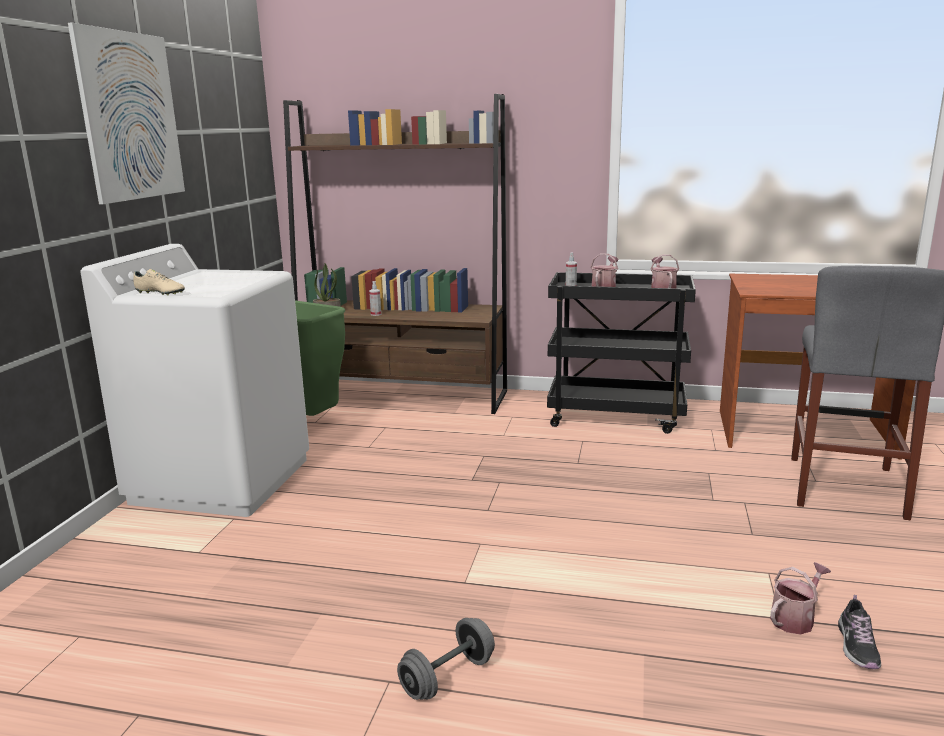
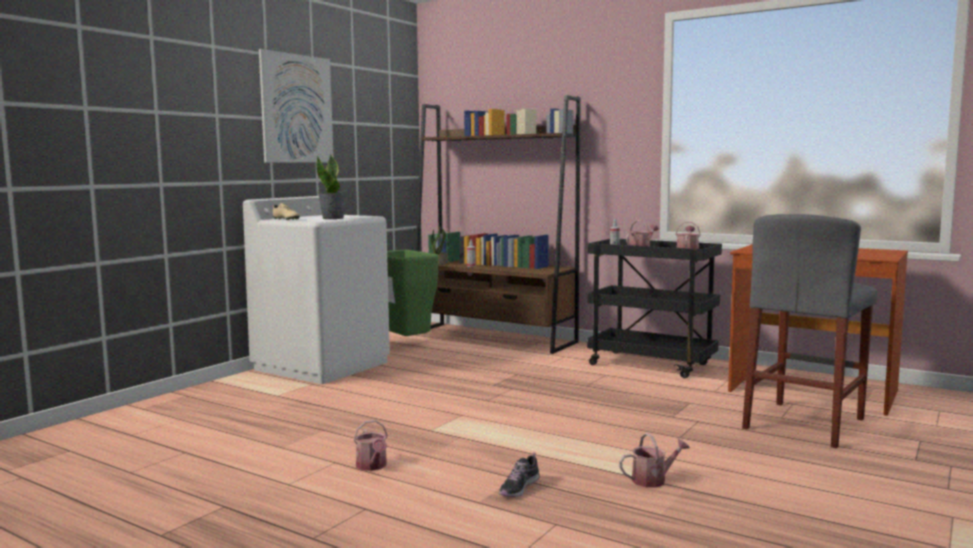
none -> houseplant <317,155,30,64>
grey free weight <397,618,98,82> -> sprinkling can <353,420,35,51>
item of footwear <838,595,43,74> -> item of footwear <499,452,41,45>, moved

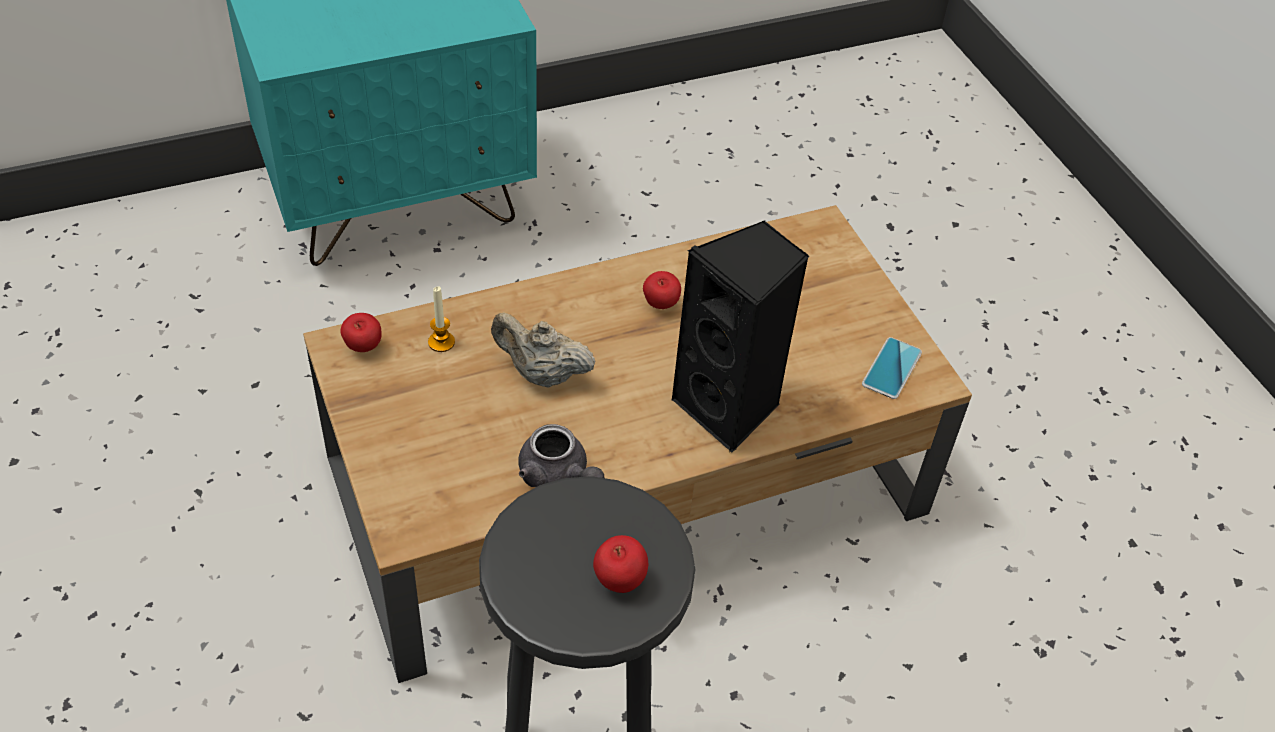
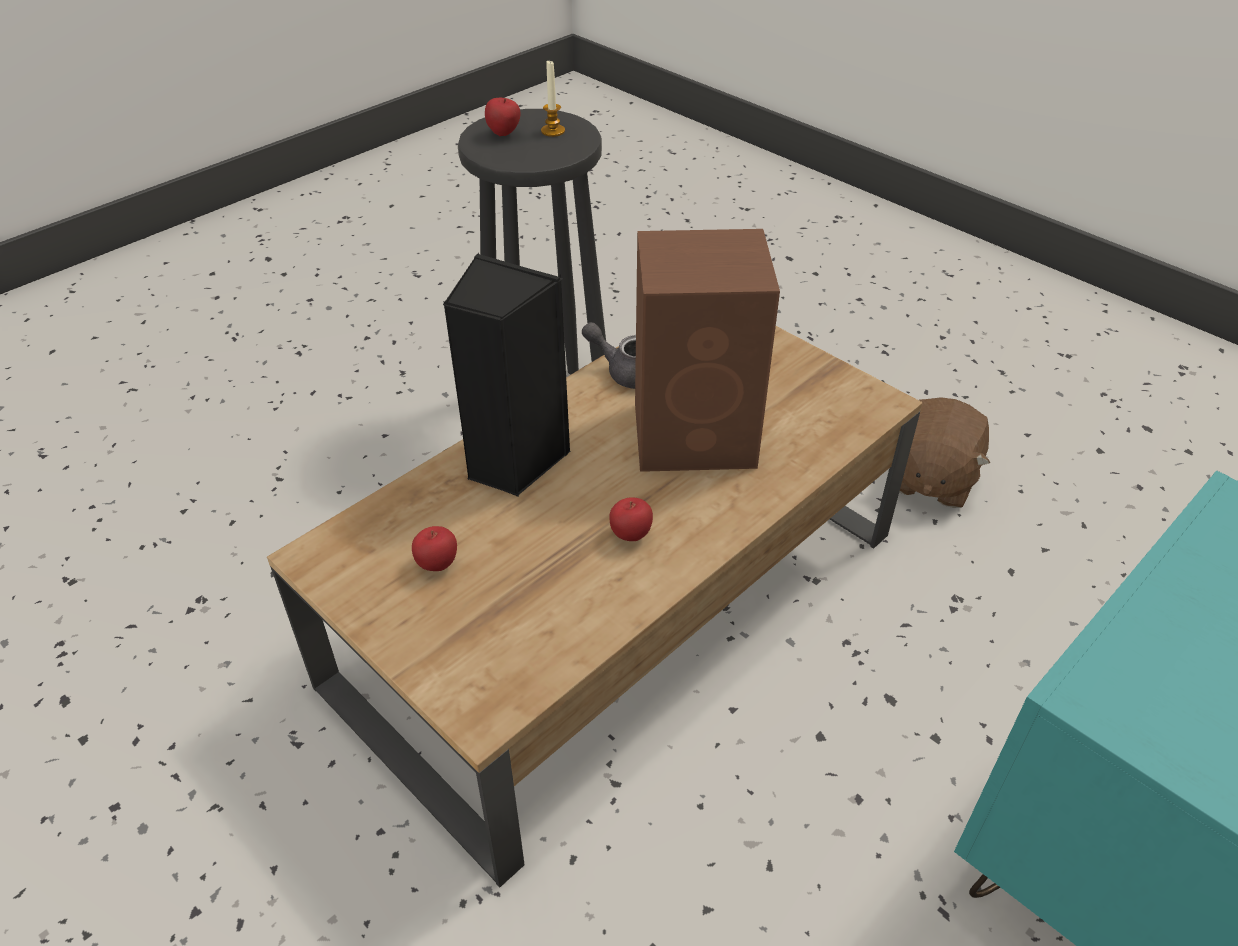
apple <340,313,42,39> -> apple <412,526,45,45>, moved
wax candle <428,286,27,66> -> wax candle <541,61,24,76>, moved
beige pot for tea <491,312,104,76> -> brownish speaker <635,229,145,243>
none -> brownish soft toy <899,397,91,111>
handset <862,337,60,62> -> none

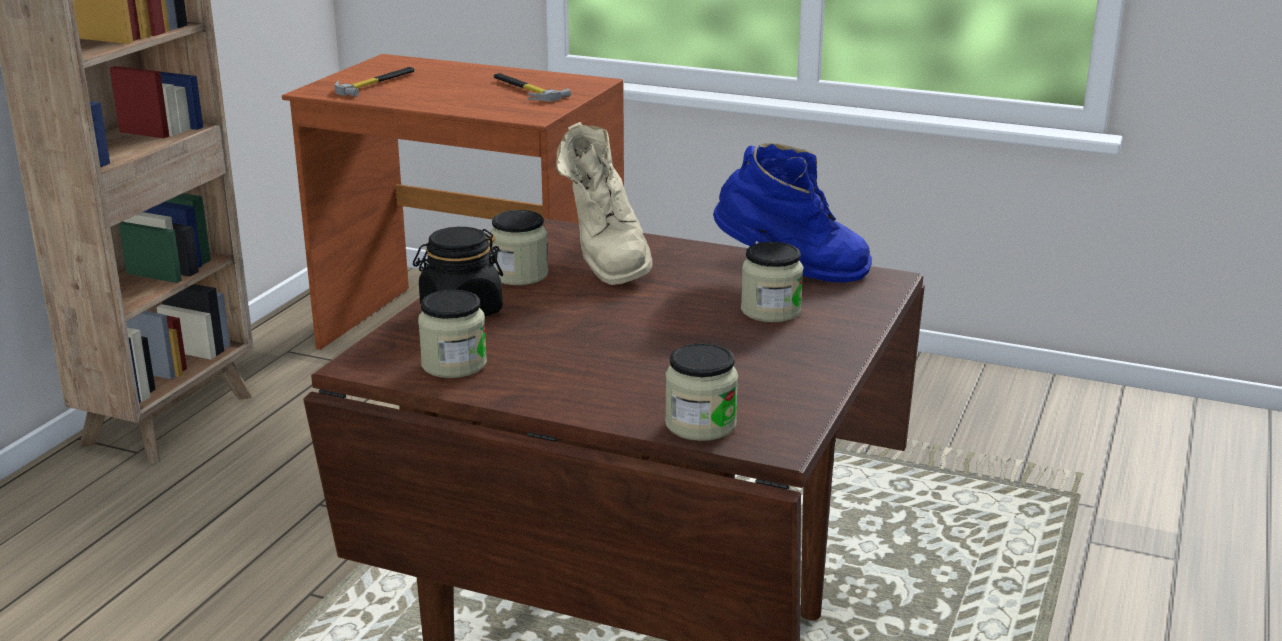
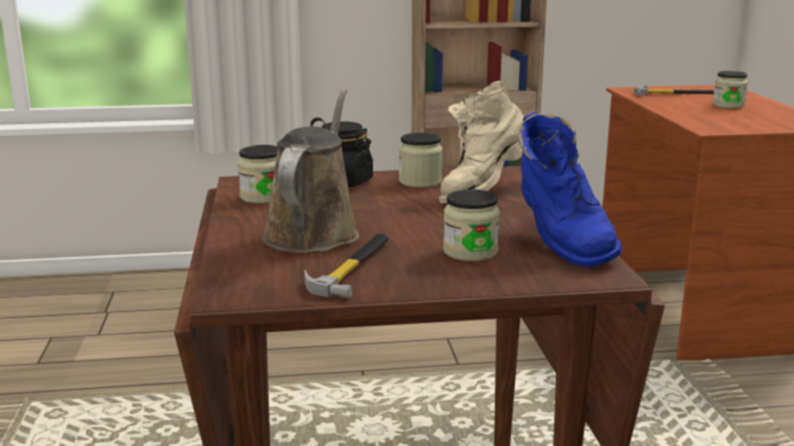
none -> brownish sprinkling can <262,89,97,164>
tool hammer <494,73,77,29> -> tool hammer <305,234,84,64>, moved
preserve jar <665,343,73,98> -> preserve jar <713,71,35,37>, moved

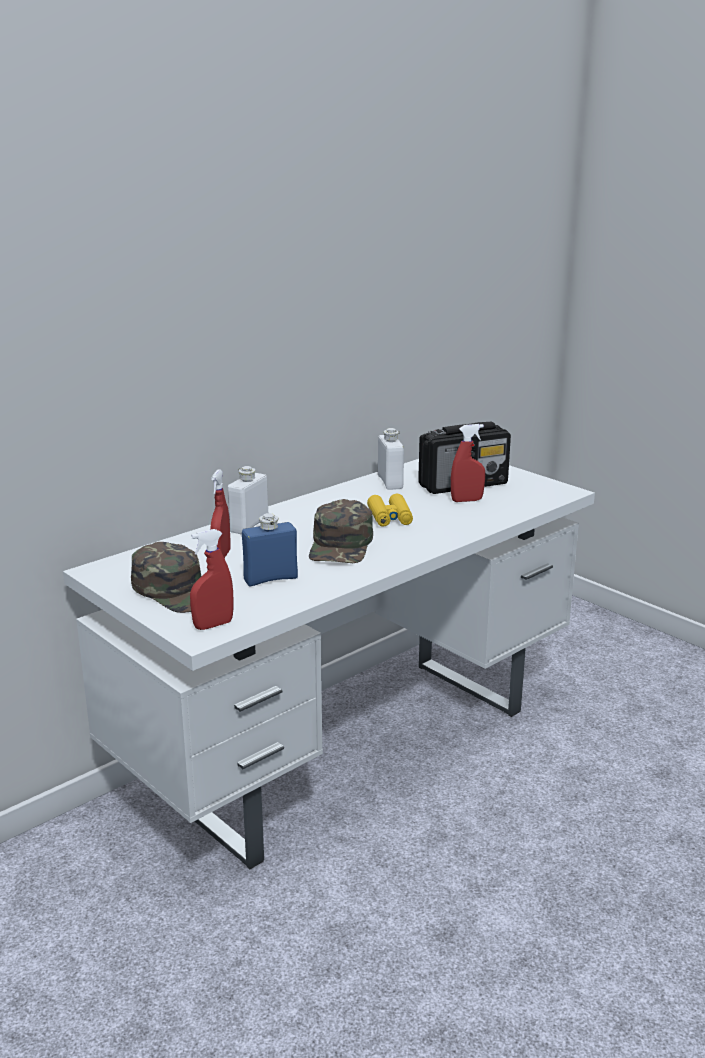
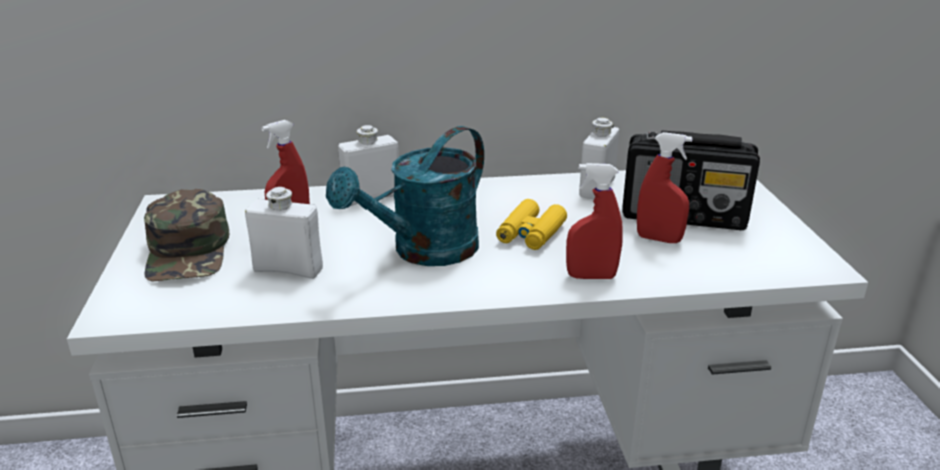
blue-coloured drink bottle <242,513,56,74> -> white drink bottle <245,187,78,92>
green baseball cap <309,499,64,64> -> blue-green sprinkling can <326,126,158,140>
red hand sprayer <190,529,43,101> -> red hand sprayer <566,163,57,116>, moved

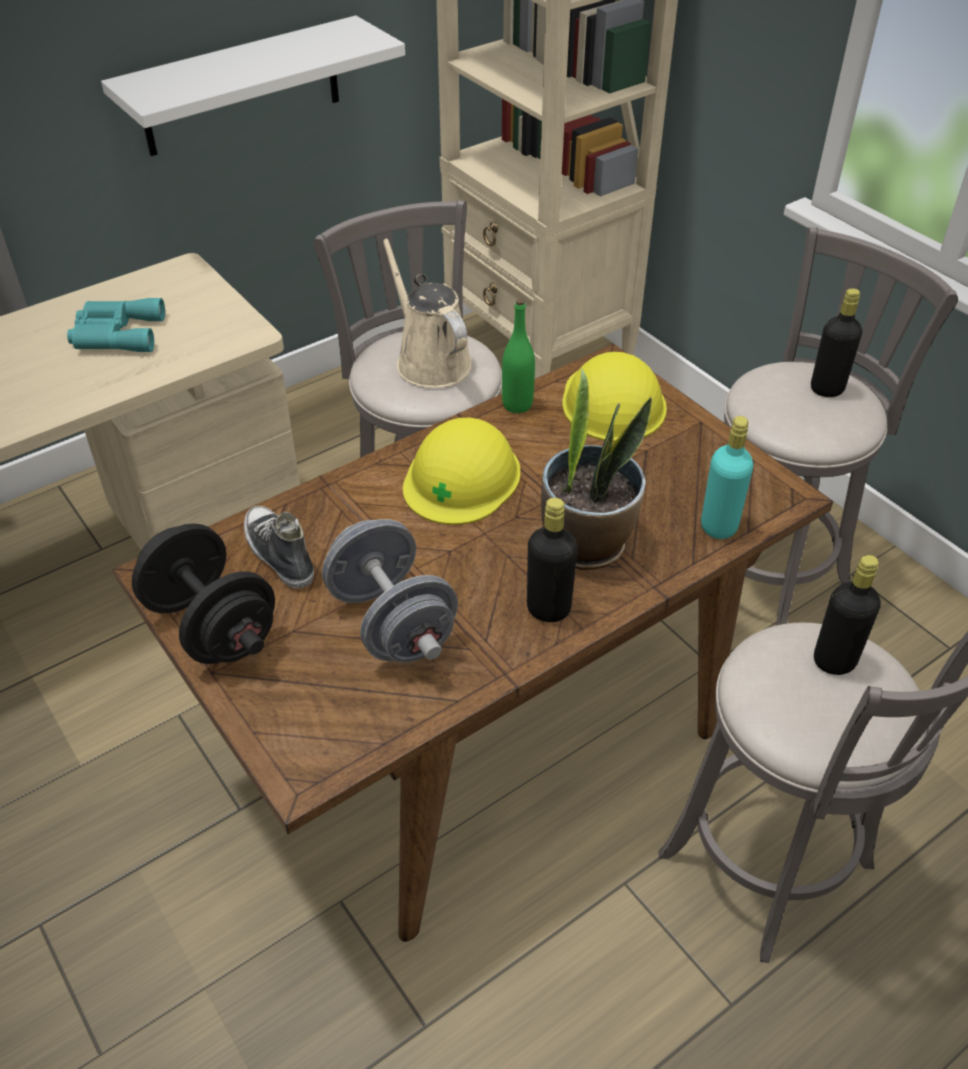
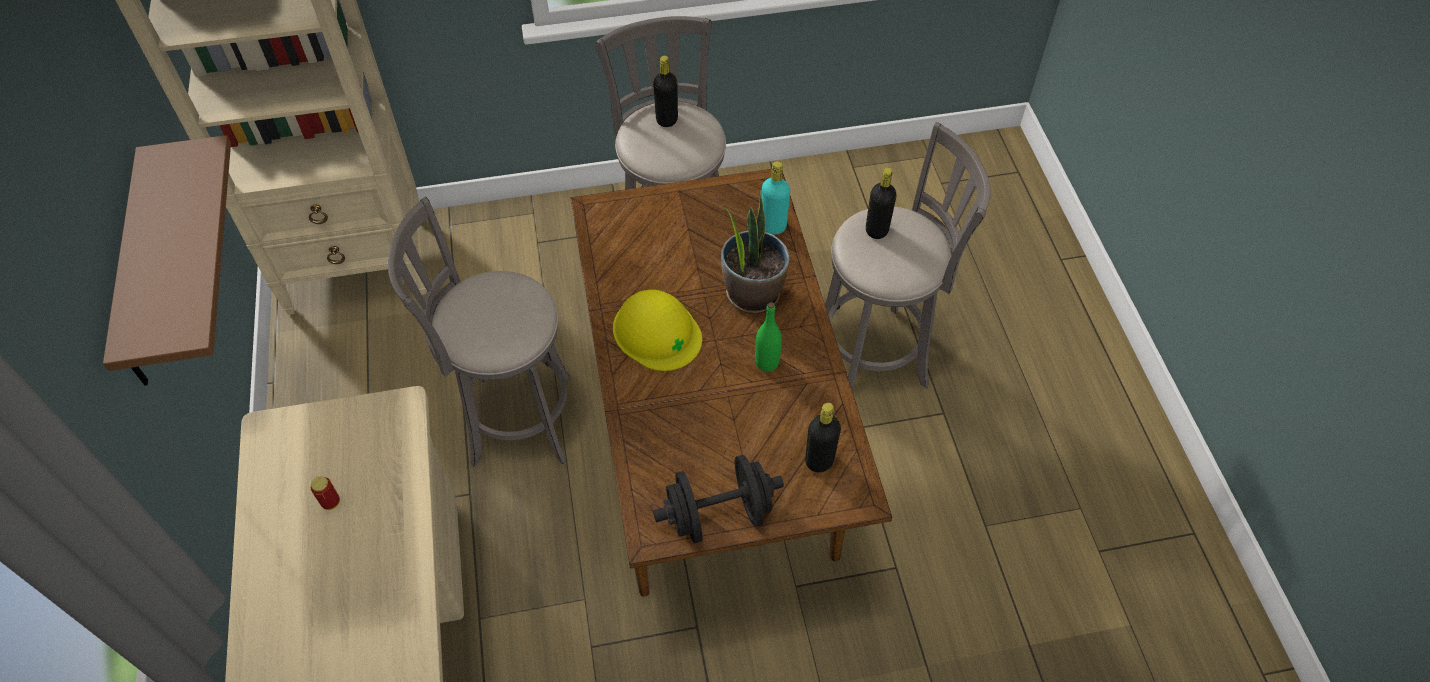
white shelf <101,15,304,141> -> brownish shelf <103,135,128,250>
blue-green binoculars <67,298,98,54> -> metal can <311,476,29,34>
green drink bottle <502,299,33,114> -> green drink bottle <755,302,27,70>, moved
black-coloured drink bottle <527,498,51,124> -> black-coloured drink bottle <805,403,36,69>, moved
item of footwear <244,506,70,83> -> none
grey free weight <322,519,136,144> -> none
beige sprinkling can <383,238,89,150> -> none
yellowish hard hat <562,352,105,90> -> none

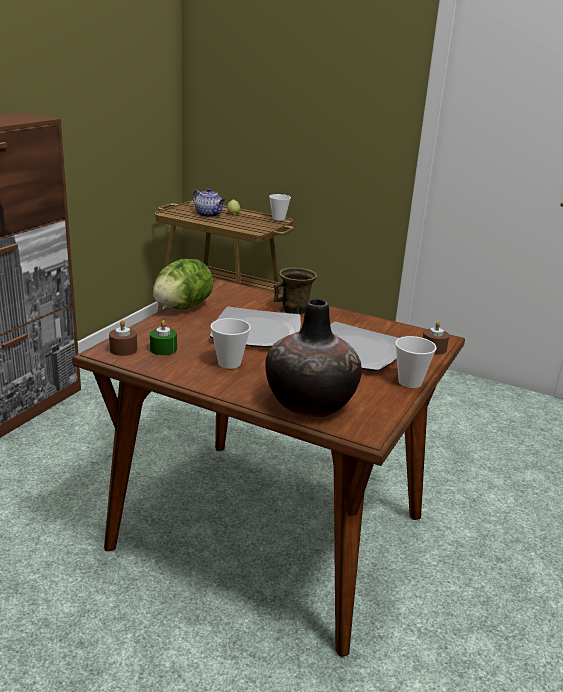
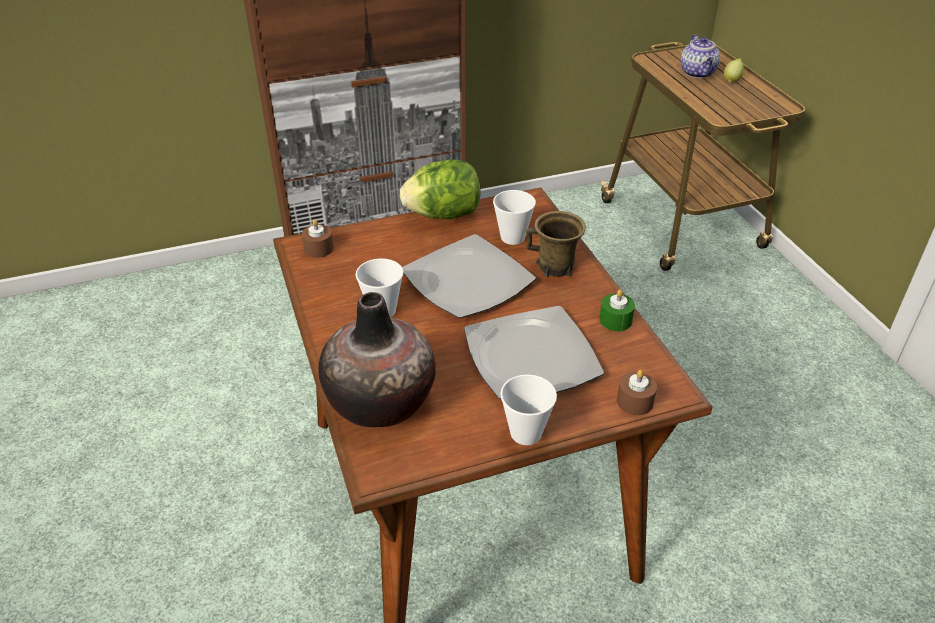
cup <269,194,22,27> -> cup <493,190,43,55>, moved
green wax candle <150,320,27,35> -> green wax candle <599,289,36,42>, moved

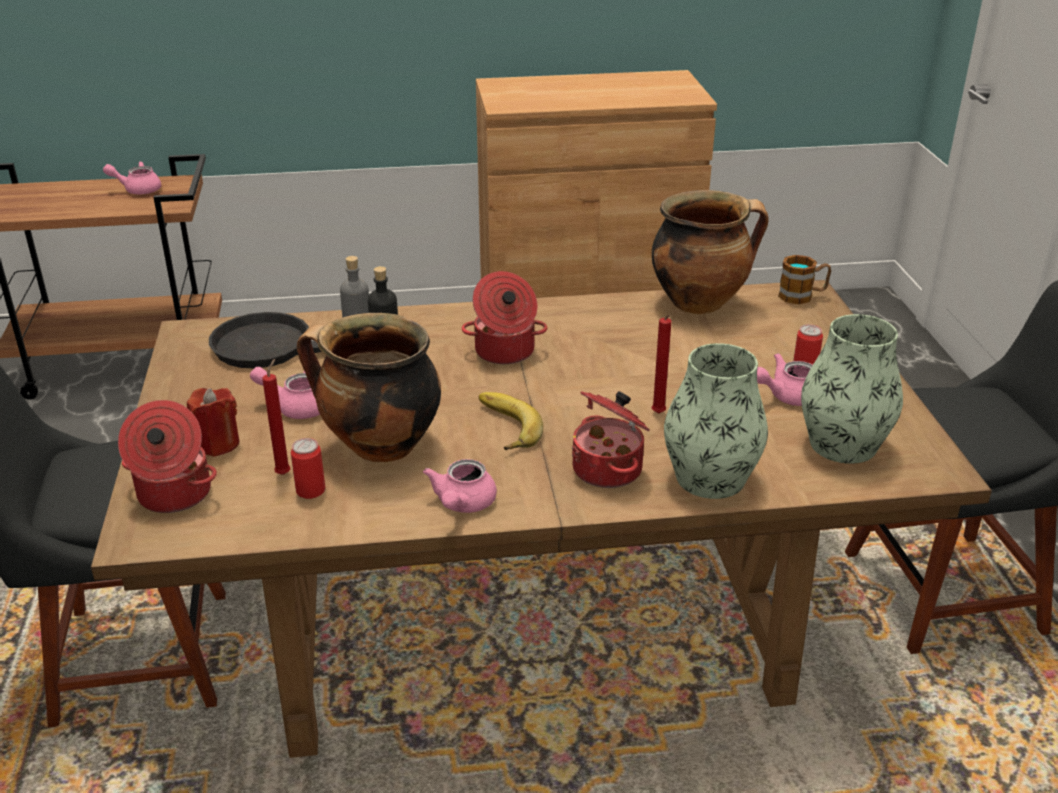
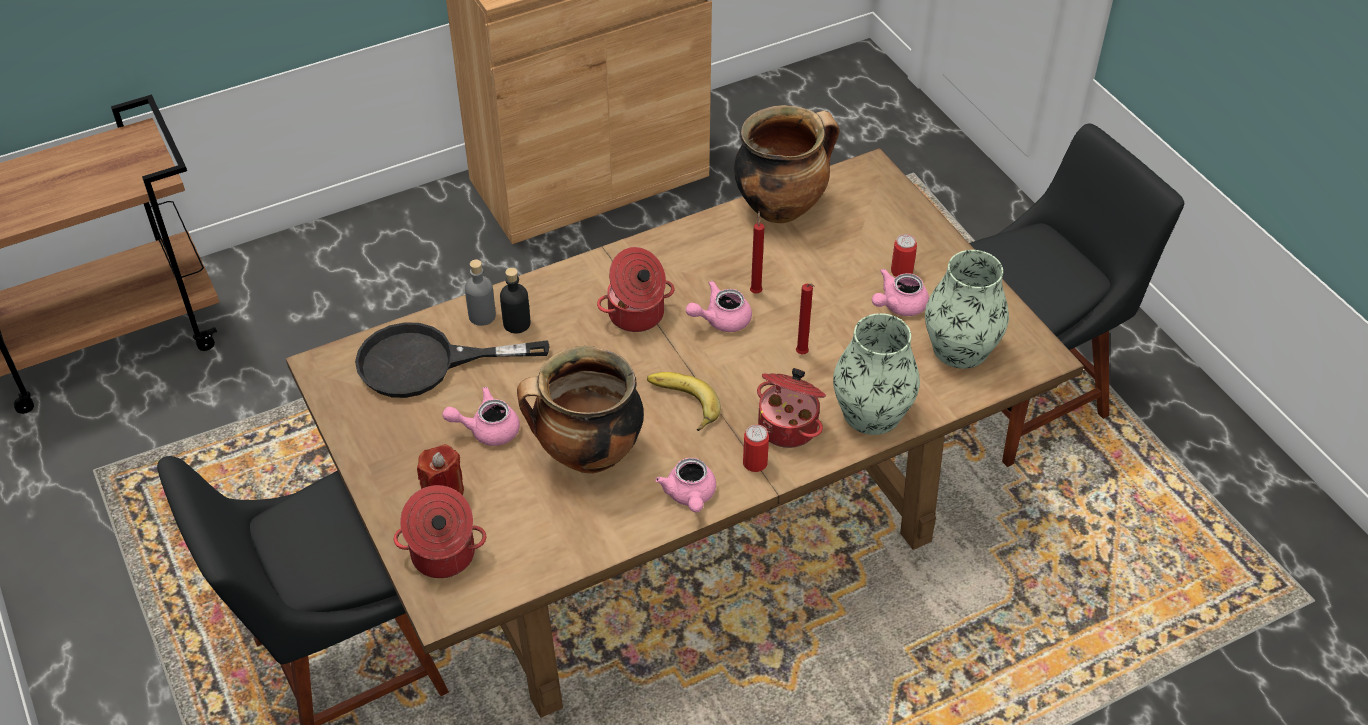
pink pot for tea <103,161,58,33> -> pink pot for tea <686,281,66,51>, moved
metal can <291,438,34,61> -> metal can <743,424,26,48>, moved
red wax candle <262,359,29,116> -> red wax candle <750,211,14,82>, moved
tea mug <778,255,53,49> -> none

